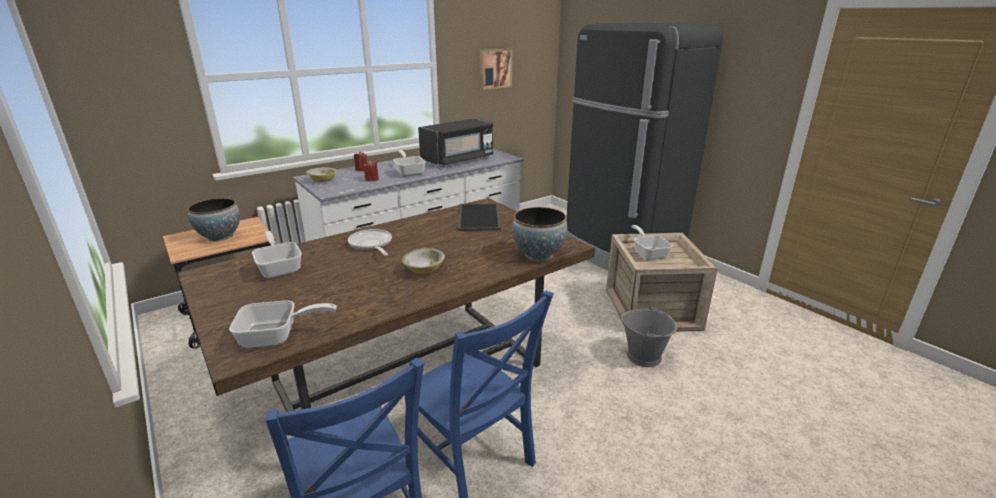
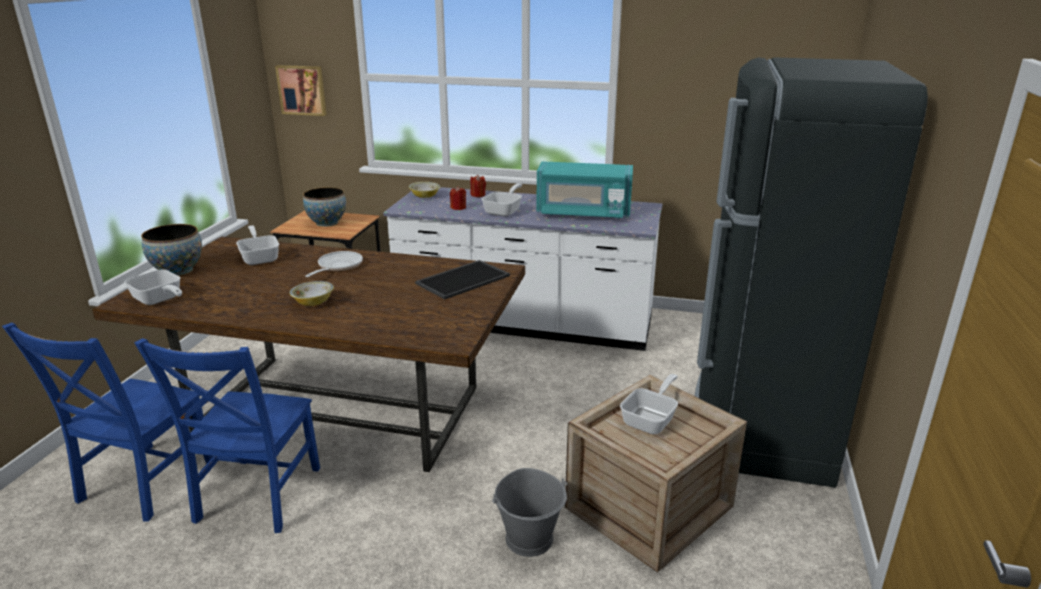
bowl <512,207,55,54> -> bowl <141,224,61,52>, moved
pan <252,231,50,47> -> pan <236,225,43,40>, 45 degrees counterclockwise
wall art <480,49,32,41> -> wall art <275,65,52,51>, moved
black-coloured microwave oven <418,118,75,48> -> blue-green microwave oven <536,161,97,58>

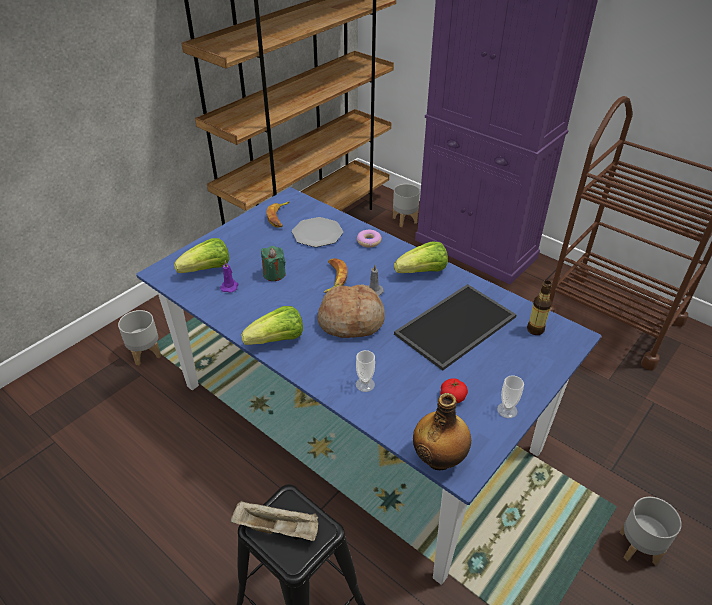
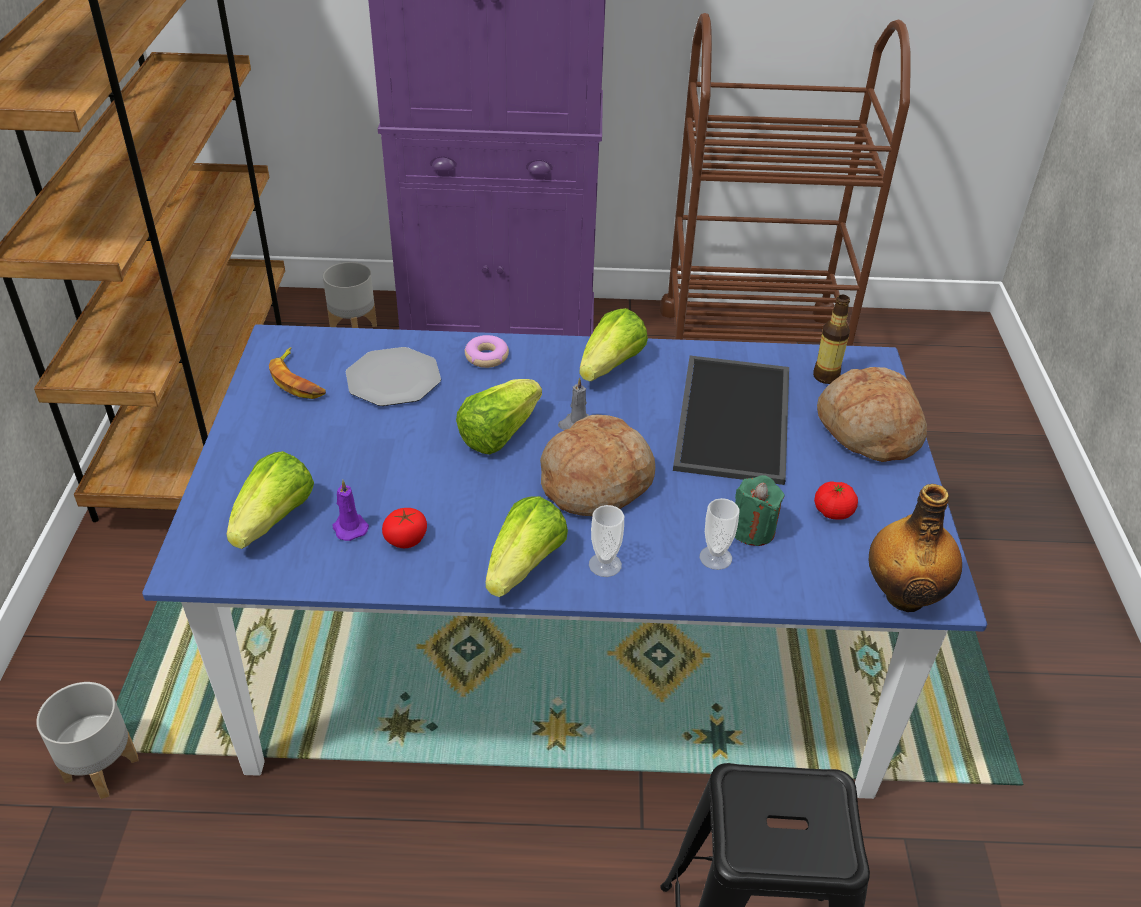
none -> tomato <382,508,45,40>
banana <324,258,23,35> -> lettuce <456,379,86,76>
cup <497,376,27,42> -> cup <589,505,35,72>, moved
green wax candle <261,246,25,35> -> green wax candle <734,475,51,71>, moved
none -> bakery bread <817,367,110,95>
beige carrying tray <231,501,87,40> -> none
grey planter <619,497,63,68> -> none

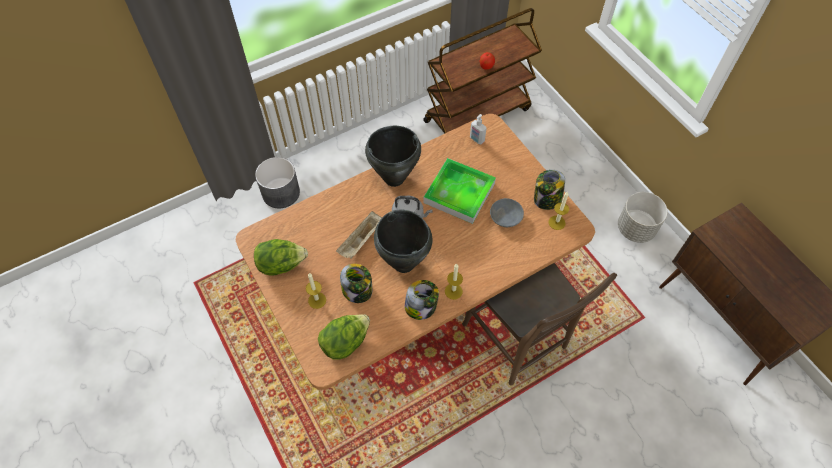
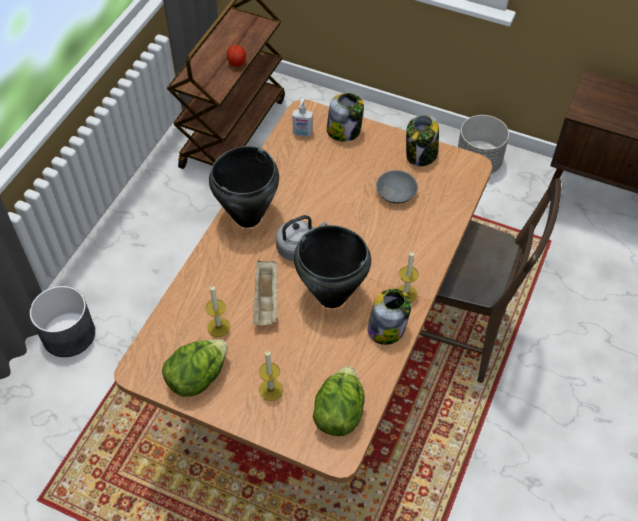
wax candle <548,191,21,39> -> wax candle <206,285,24,52>, moved
preserve jar <340,264,32,39> -> preserve jar <327,93,37,49>, moved
carrying tray <423,158,73,66> -> none

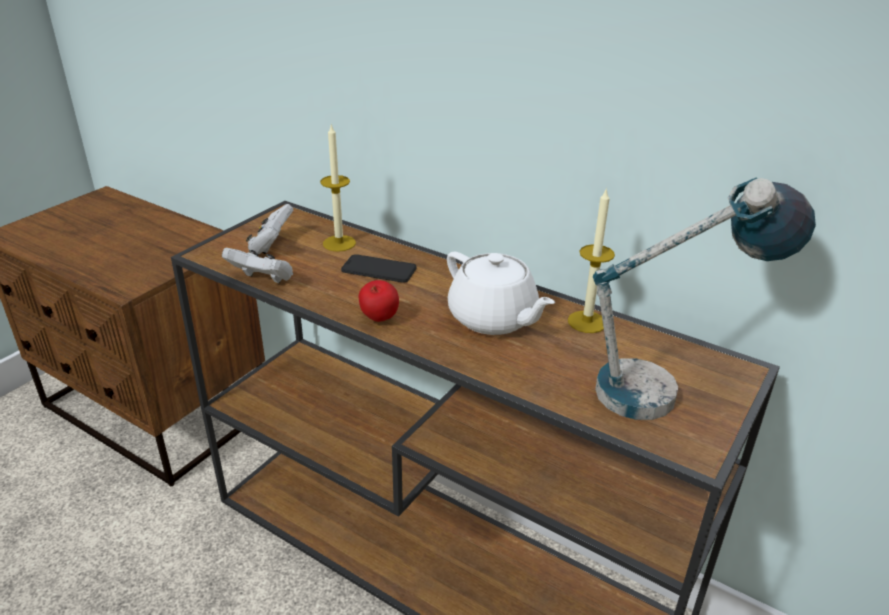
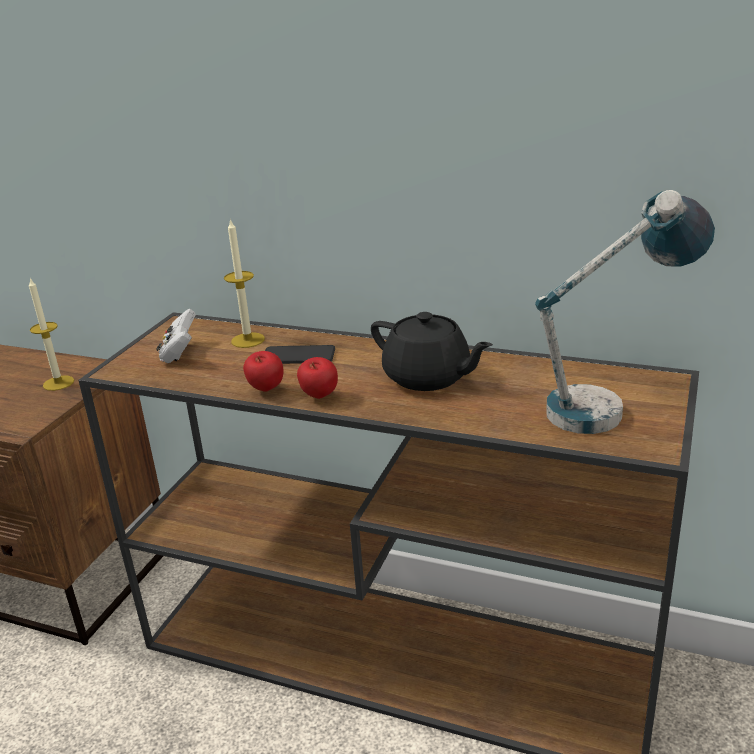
wax candle <568,188,47,145> -> wax candle <29,278,45,113>, moved
none -> apple <243,351,41,41>
white pot for tea <447,252,108,83> -> black-coloured pot for tea <371,312,122,79>
white game controller <222,248,71,35> -> none

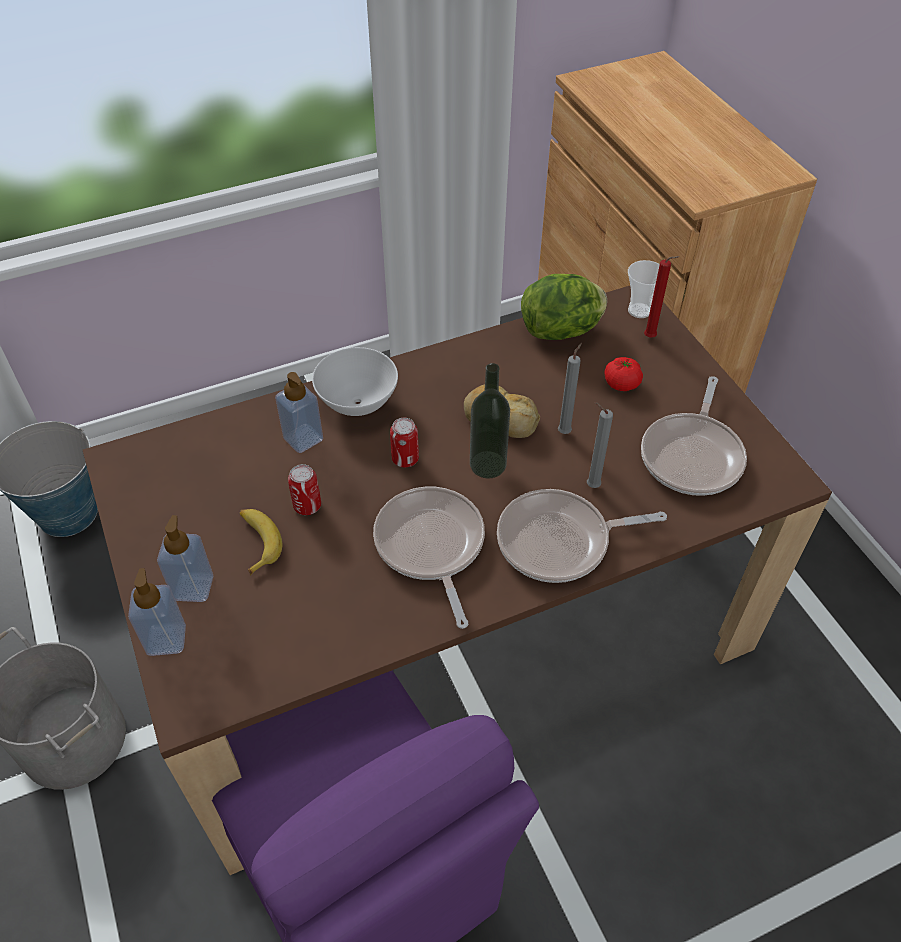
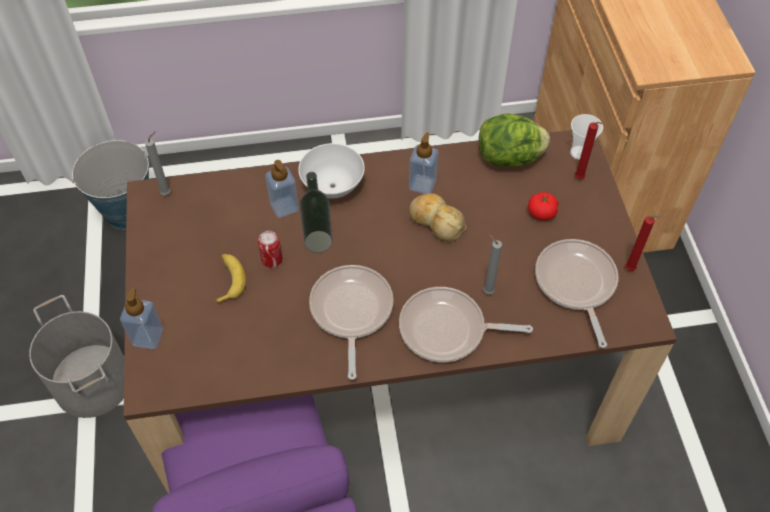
grey wax candle <558,343,24,91> -> grey wax candle <145,131,26,64>, moved
drink bottle <470,363,40,115> -> drink bottle <300,172,32,81>, moved
soap bottle <157,515,56,87> -> soap bottle <409,132,29,62>, moved
pan <641,376,106,120> -> pan <535,239,83,109>, 135 degrees clockwise
none -> red wax candle <625,215,38,56>
metal can <390,418,29,49> -> none

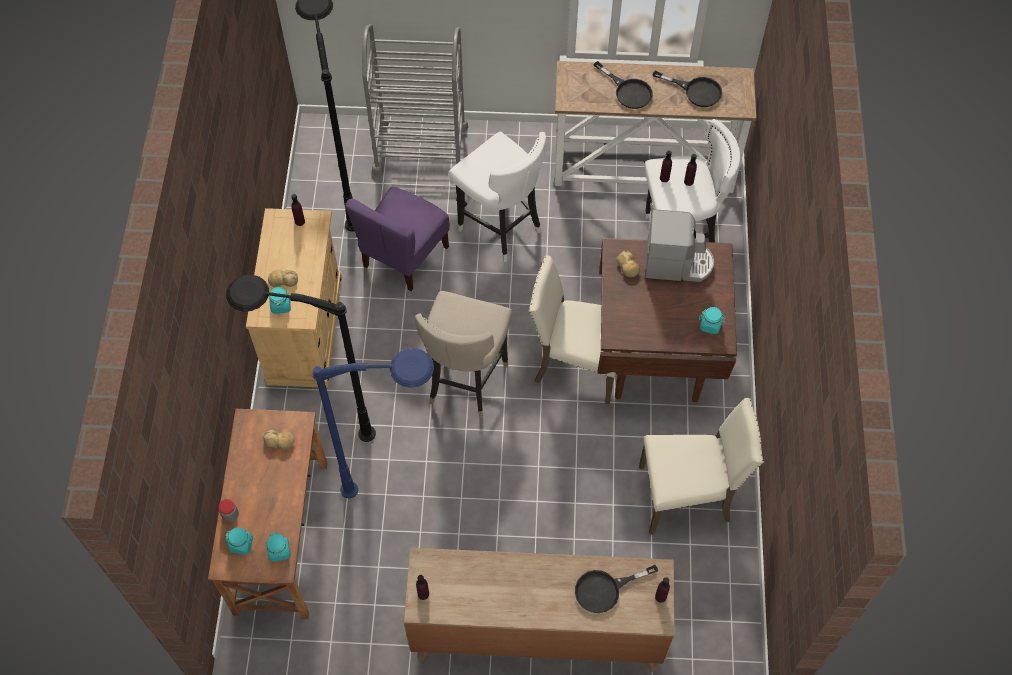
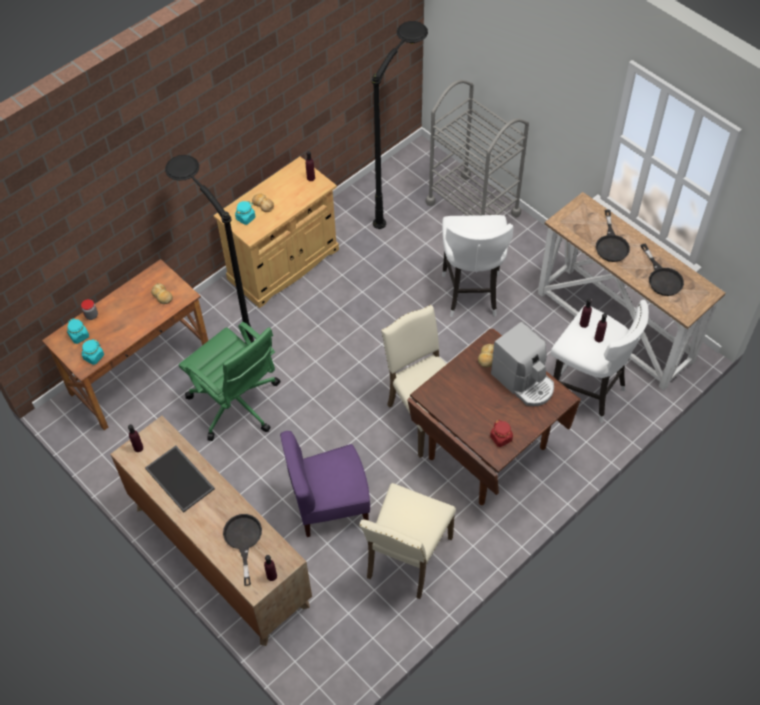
none -> carrying tray <145,446,70,66>
blue-coloured standard lamp <312,348,122,150> -> green office chair <179,322,102,119>
black-coloured pan <575,565,83,48> -> black-coloured pan <223,514,39,72>, 60 degrees clockwise
purple chair <345,187,104,104> -> purple chair <280,431,90,106>, moved
beige chair <639,398,125,137> -> beige chair <359,483,97,116>, 75 degrees clockwise
blue-green preserve jar <699,307,27,27> -> red preserve jar <490,420,23,27>
beige sitting stool <415,291,98,127> -> none

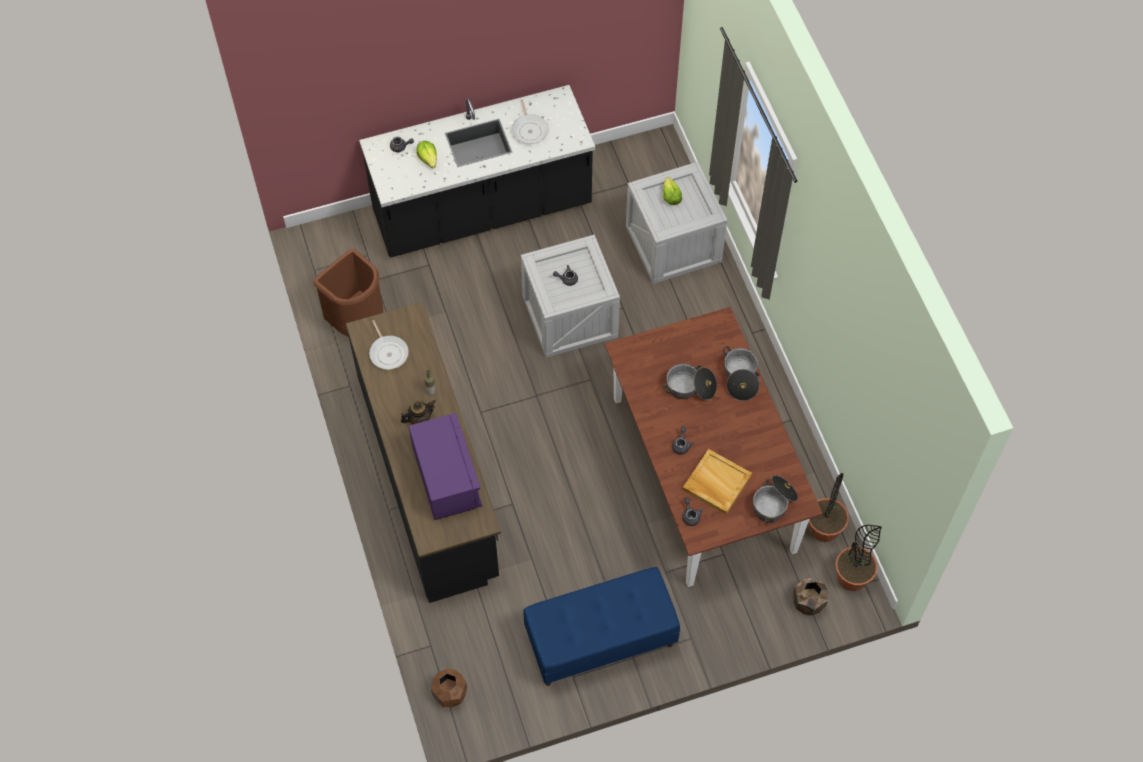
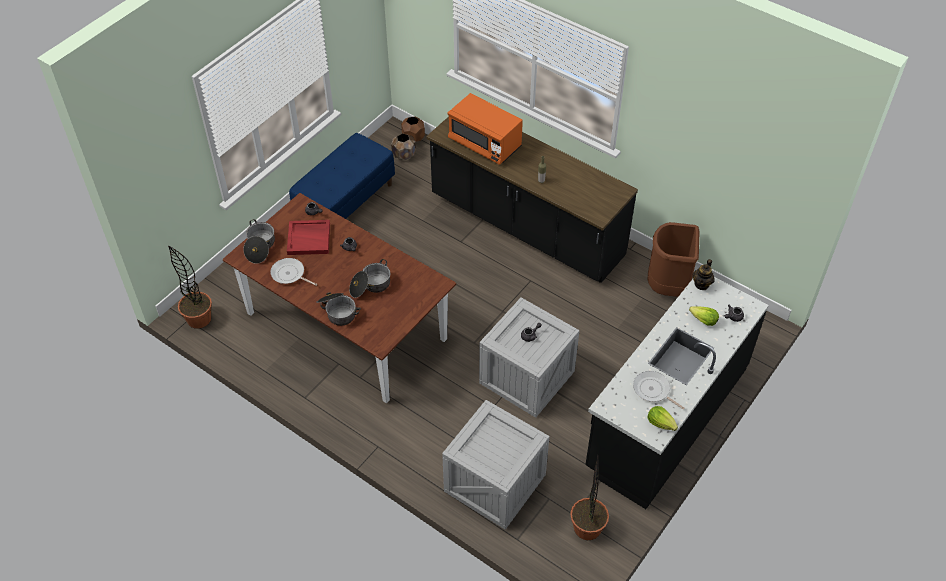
pan <369,320,40,50> -> pan <270,258,47,28>, moved
beige carrying tray <683,449,69,65> -> red carrying tray <287,220,43,35>
brownish planter <793,578,35,37> -> brownish planter <391,133,25,27>, moved
purple microwave oven <409,413,73,107> -> orangey microwave oven <447,93,76,72>
houseplant <809,473,40,69> -> houseplant <570,455,39,85>, moved
lettuce <663,177,19,28> -> lettuce <648,406,30,25>, moved
pot for tea <401,400,35,24> -> pot for tea <693,259,22,31>, moved

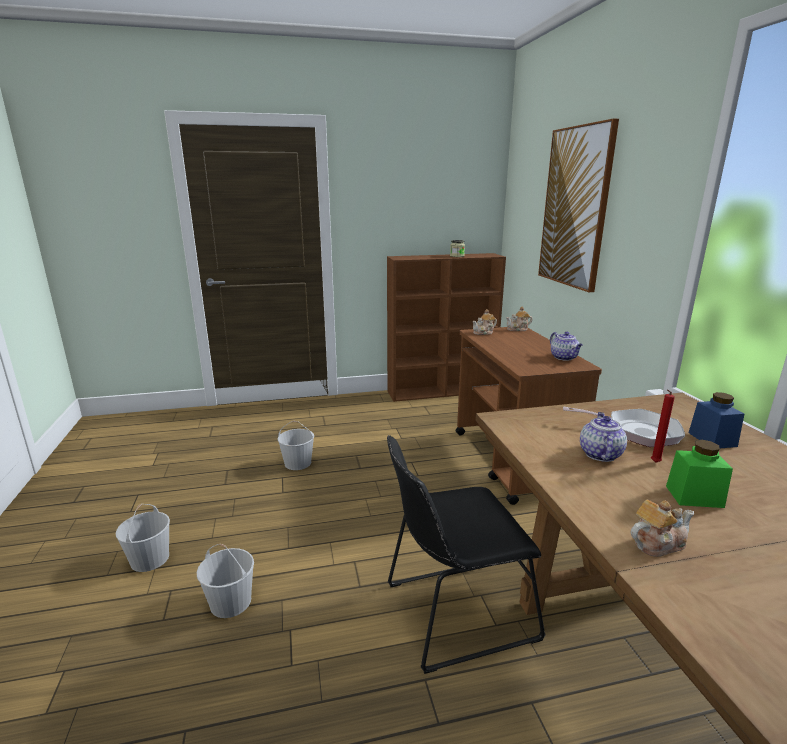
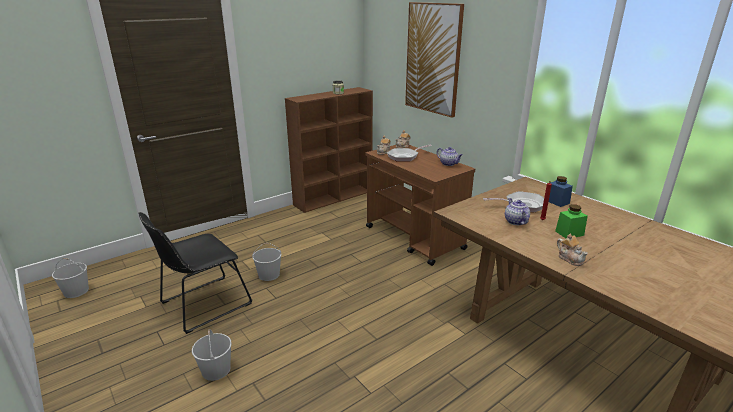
white bucket <197,544,57,74> -> white bucket <52,258,37,40>, moved
black-coloured chair <387,435,159,239> -> black-coloured chair <139,212,113,122>, moved
none -> pan <387,145,45,17>
pot for tea <630,500,64,57> -> pot for tea <557,234,31,32>, 105 degrees clockwise

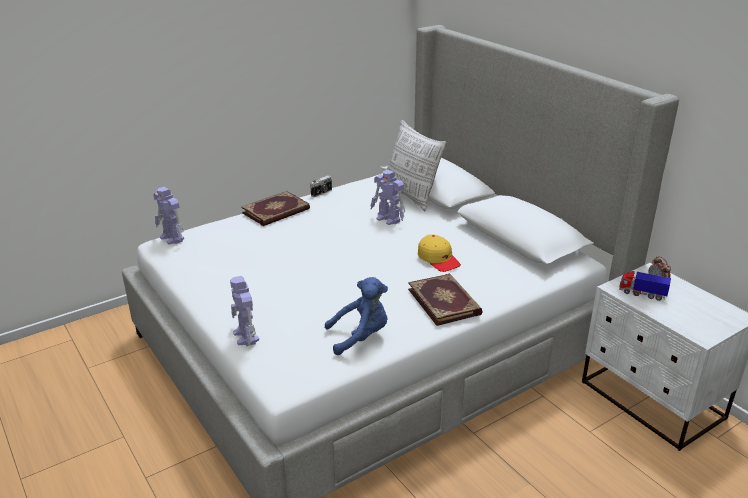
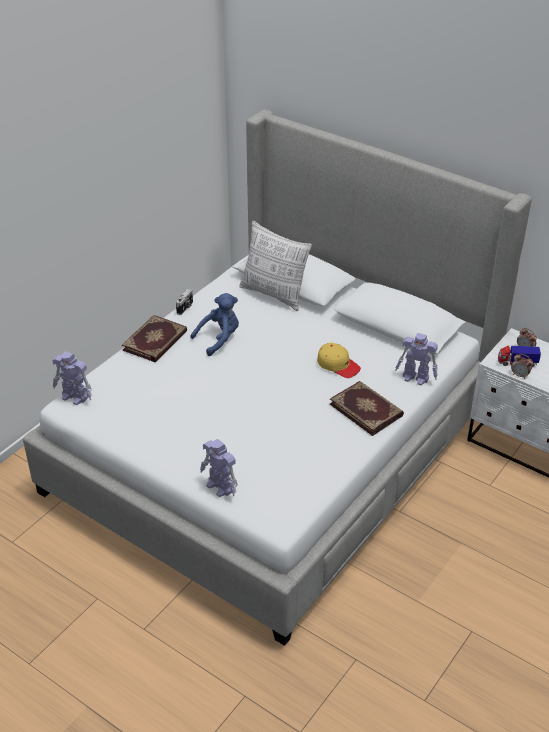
blue-coloured soft toy <325,277,63,78> -> blue-coloured soft toy <190,293,49,63>, moved
model robot <371,170,34,55> -> model robot <395,333,43,52>, moved
none -> alarm clock <511,354,22,25>

